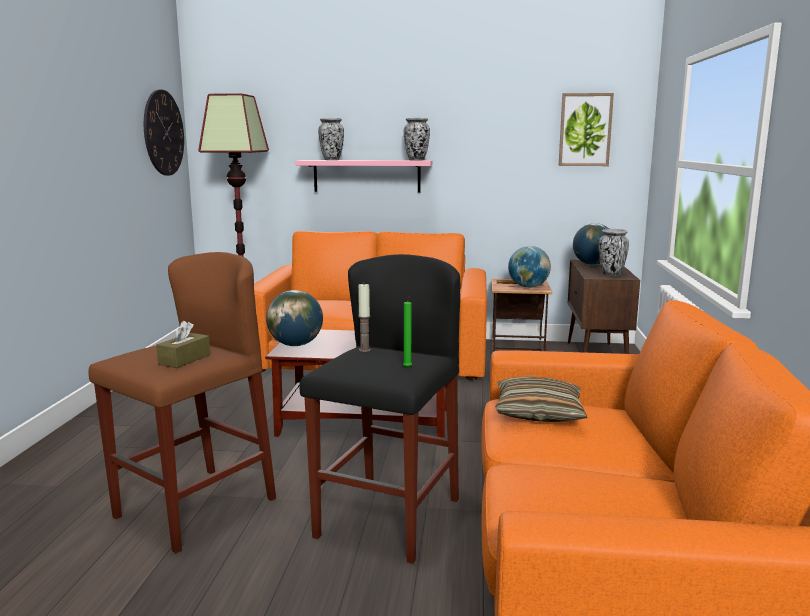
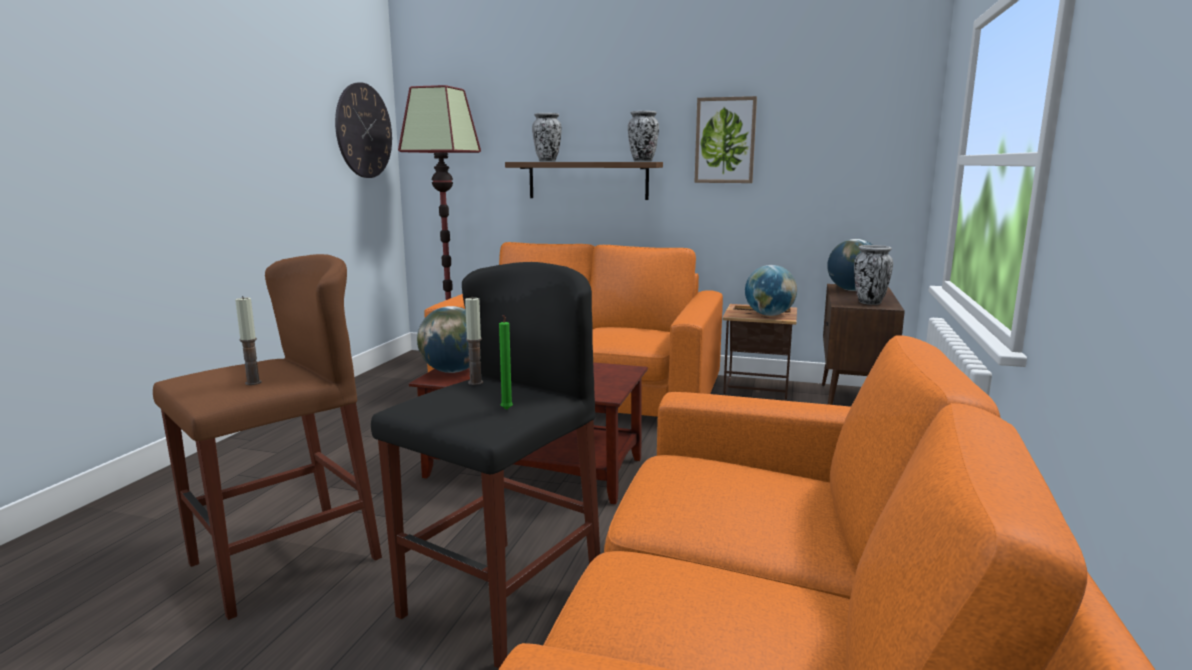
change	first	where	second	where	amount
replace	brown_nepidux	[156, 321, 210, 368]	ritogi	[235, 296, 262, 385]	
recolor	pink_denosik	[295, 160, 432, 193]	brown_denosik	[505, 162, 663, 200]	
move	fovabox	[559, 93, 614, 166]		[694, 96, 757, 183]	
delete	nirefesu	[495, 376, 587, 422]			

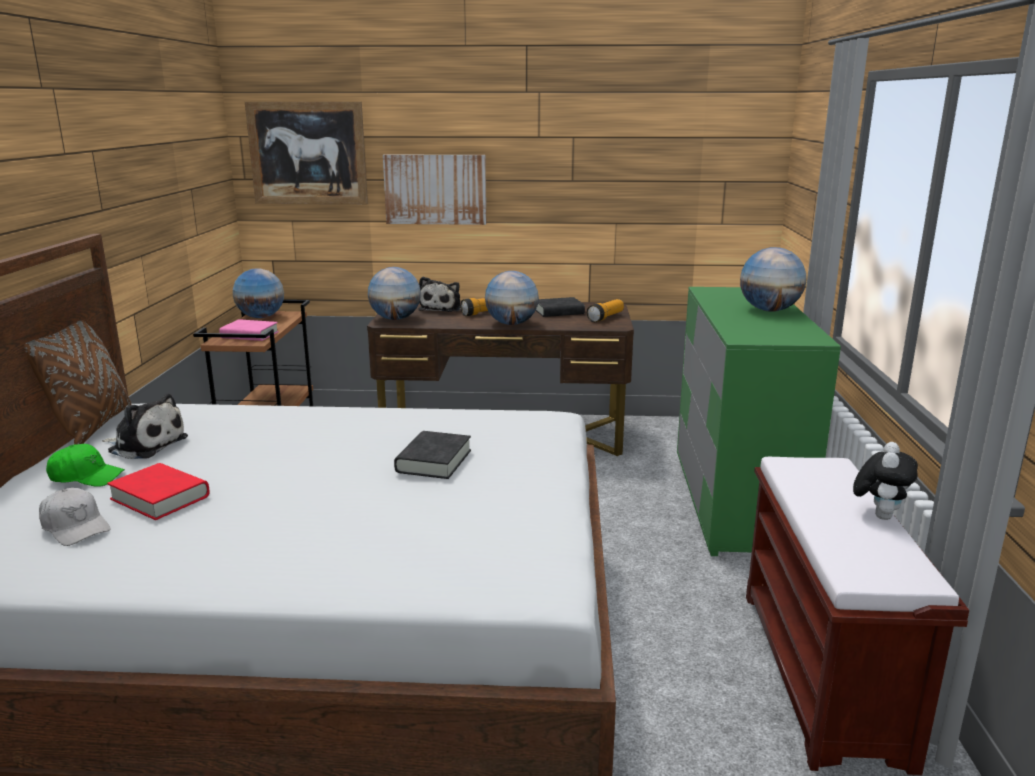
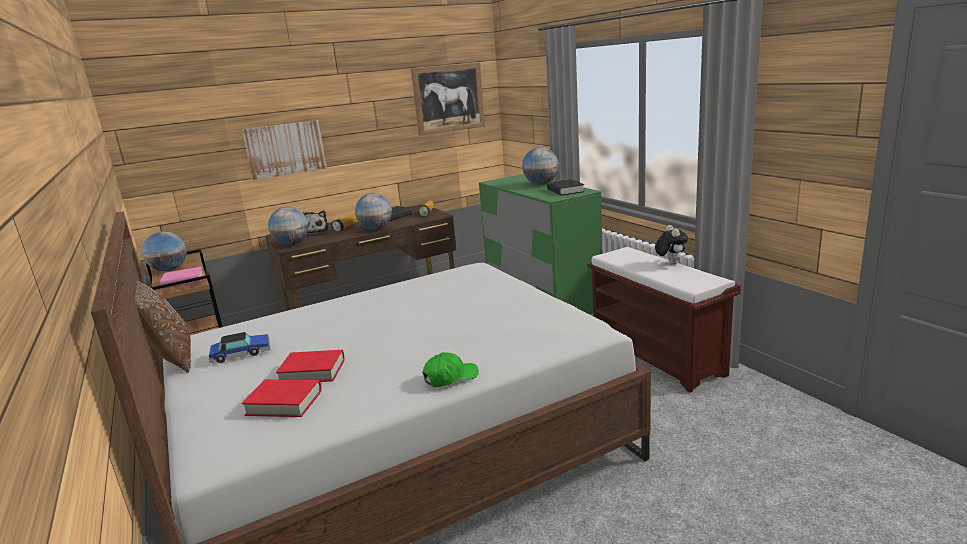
change	first	where	second	where	amount
replace	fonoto	[102, 394, 188, 459]	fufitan	[209, 332, 270, 363]	
replace	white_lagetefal	[39, 488, 111, 546]	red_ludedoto	[242, 379, 322, 417]	
move	fovabox	[245, 102, 368, 204]		[411, 62, 485, 136]	
move	green_lagetefal	[46, 444, 125, 487]		[423, 352, 479, 387]	
move	black_ludedoto	[394, 431, 471, 479]		[547, 179, 584, 196]	

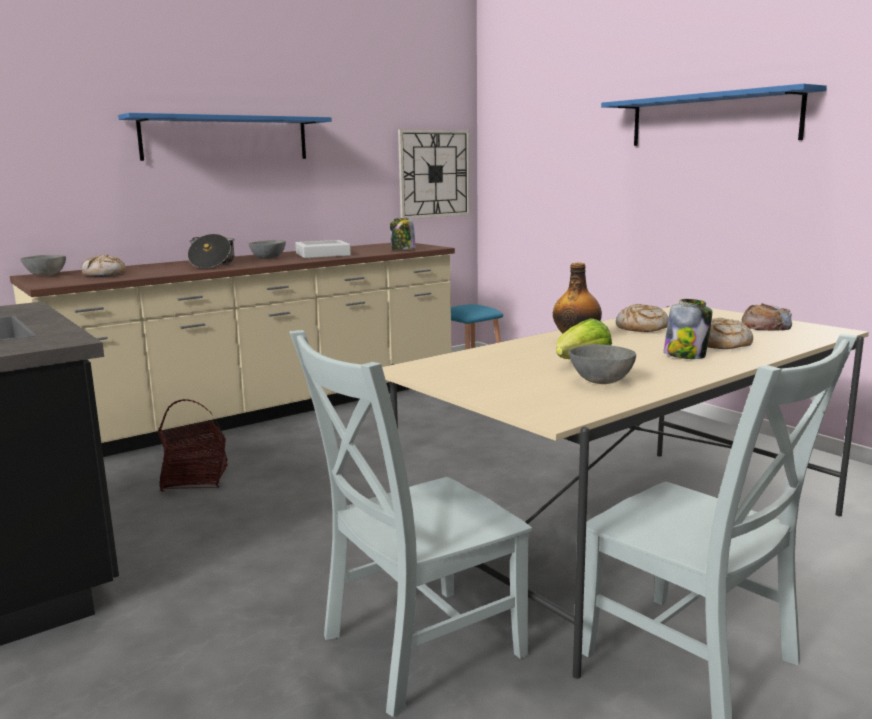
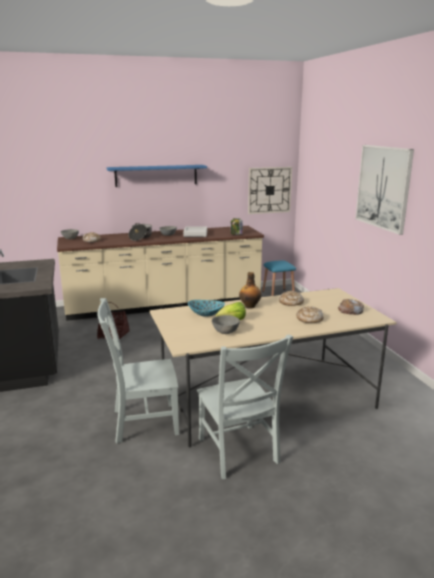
change	first	where	second	where	amount
insert			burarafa	[188, 300, 225, 317]	
replace	blue_denosik	[601, 84, 827, 146]	fovabox	[355, 145, 414, 235]	
delete	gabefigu	[664, 299, 712, 359]			

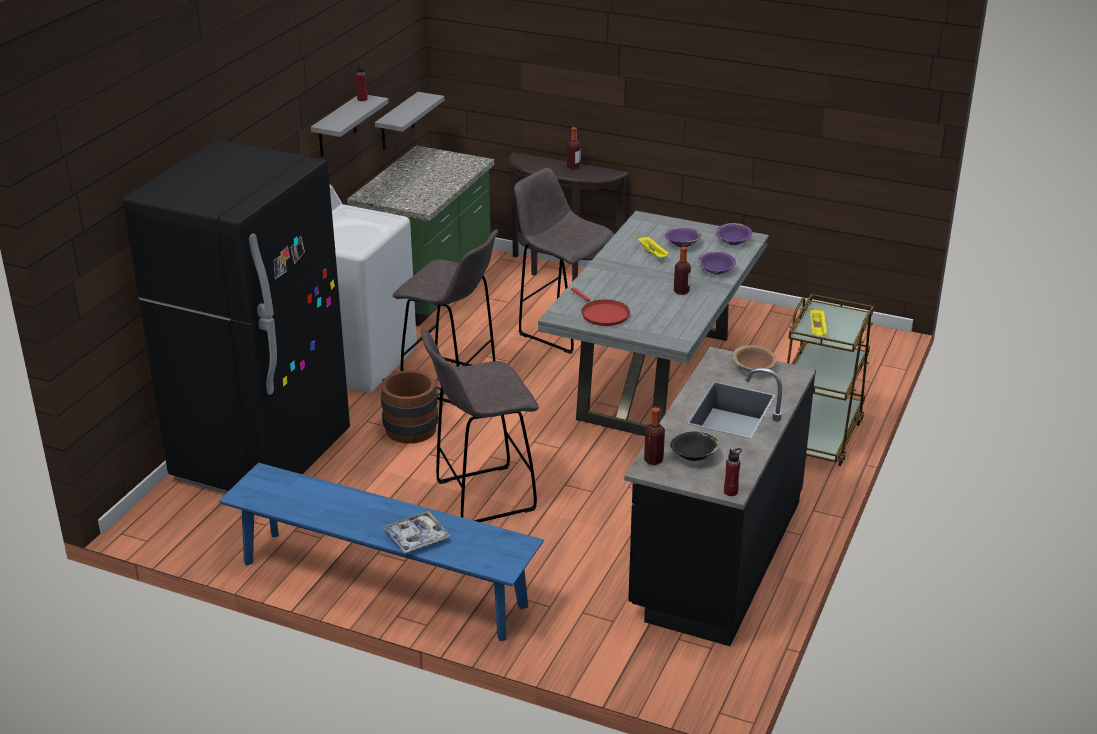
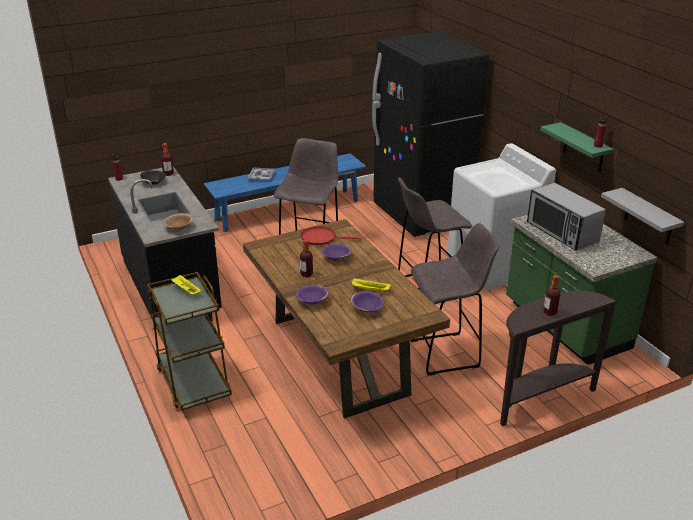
change	first	where	second	where	amount
recolor	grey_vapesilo	[538, 211, 769, 436]	brown_vapesilo	[243, 219, 450, 418]	
move	purple_burarafa	[715, 223, 752, 245]		[322, 244, 352, 261]	
insert			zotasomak	[527, 183, 606, 251]	
recolor	grey_denosik	[311, 95, 389, 157]	green_denosik	[540, 122, 613, 172]	
delete	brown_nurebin	[381, 370, 445, 444]			

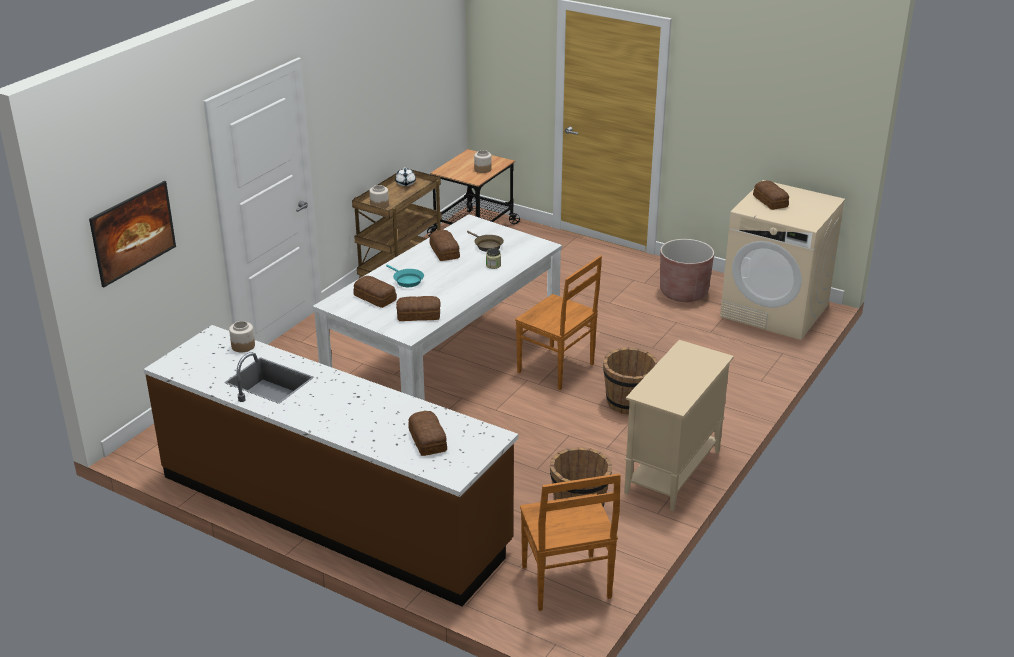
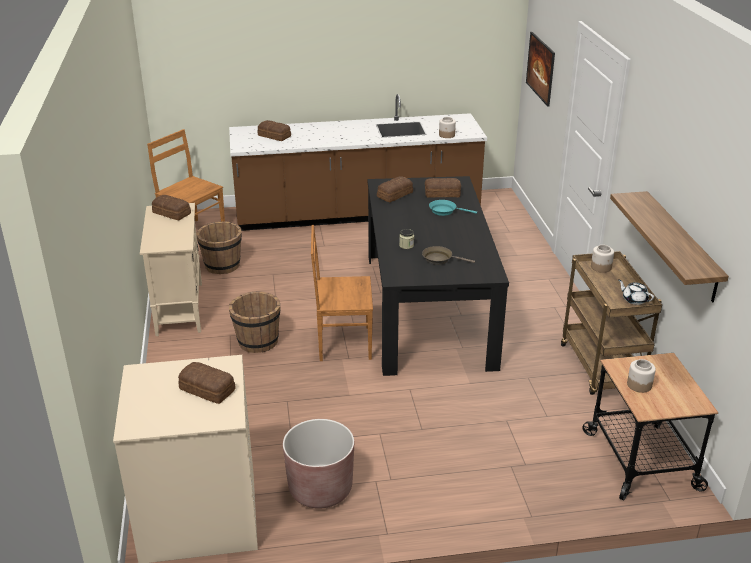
change	first	where	second	where	amount
move	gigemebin	[430, 230, 460, 261]		[152, 195, 191, 220]	
recolor	white_vapesilo	[312, 214, 562, 400]	black_vapesilo	[368, 176, 509, 376]	
insert			denosik	[610, 191, 729, 302]	

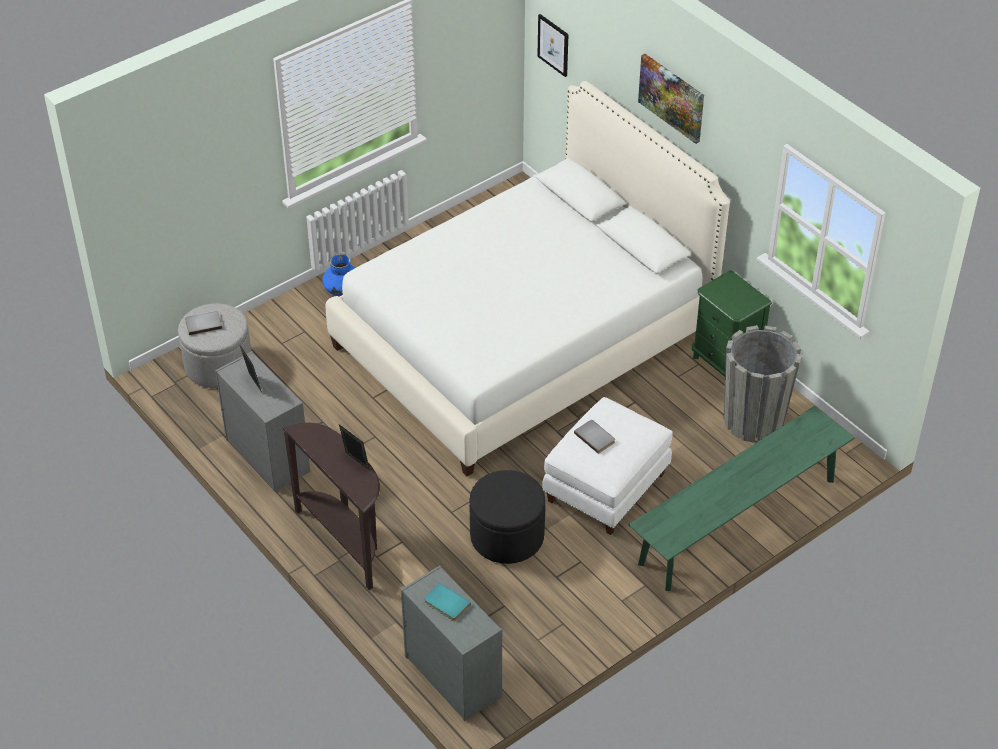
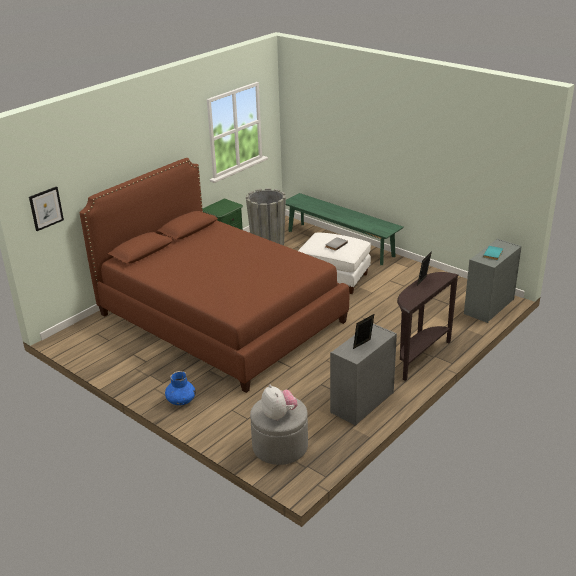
change	first	where	second	where	amount
recolor	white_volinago	[326, 81, 730, 476]	brown_volinago	[79, 158, 349, 393]	
replace	grey_ludedoto	[185, 311, 222, 335]	fonoto	[261, 385, 297, 421]	
delete	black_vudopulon	[469, 470, 545, 564]			
delete	fovabox	[638, 54, 704, 144]			

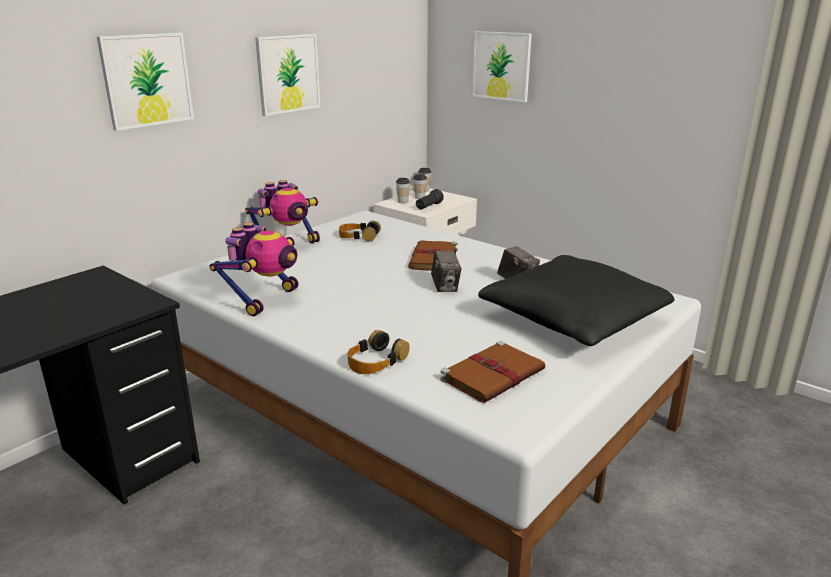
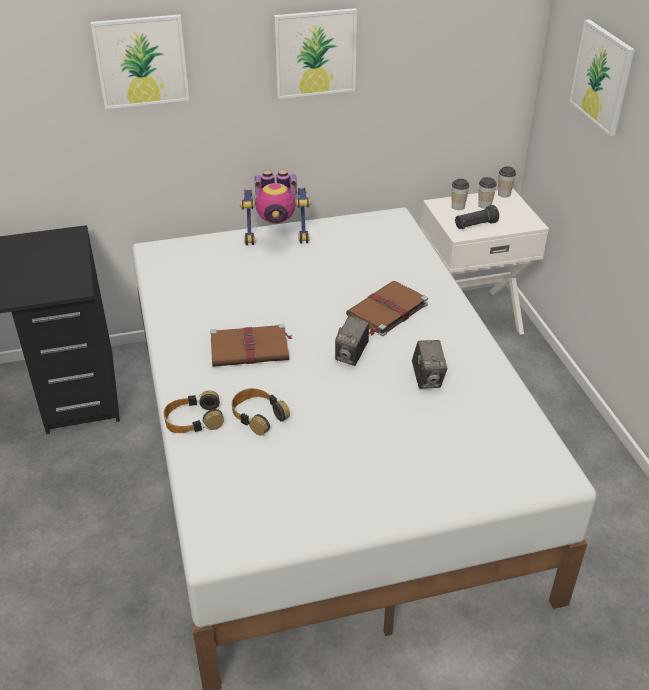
change	first	where	second	where	amount
move	brown_ludedoto	[440, 341, 545, 403]		[210, 324, 293, 367]	
move	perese	[339, 220, 381, 242]		[232, 388, 290, 435]	
delete	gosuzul	[210, 222, 298, 316]			
delete	black_nirefesu	[478, 255, 675, 346]			

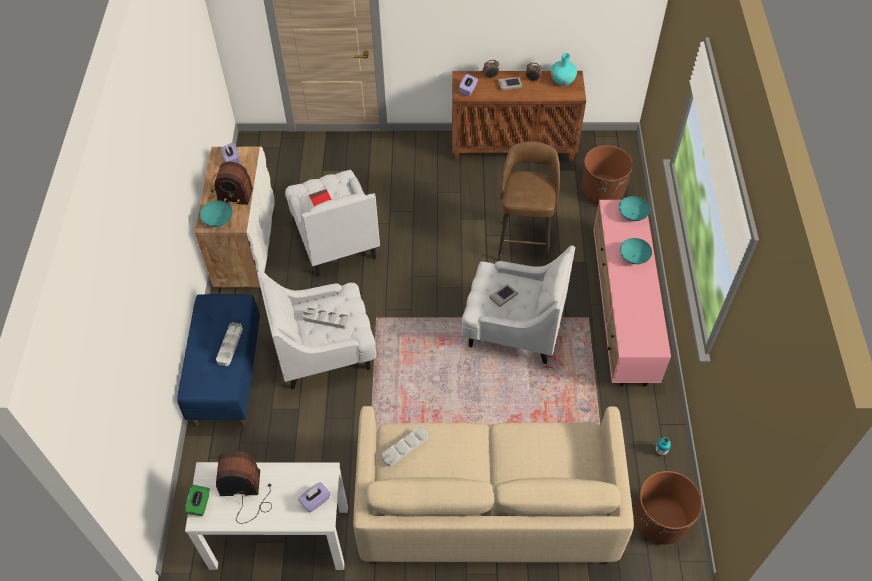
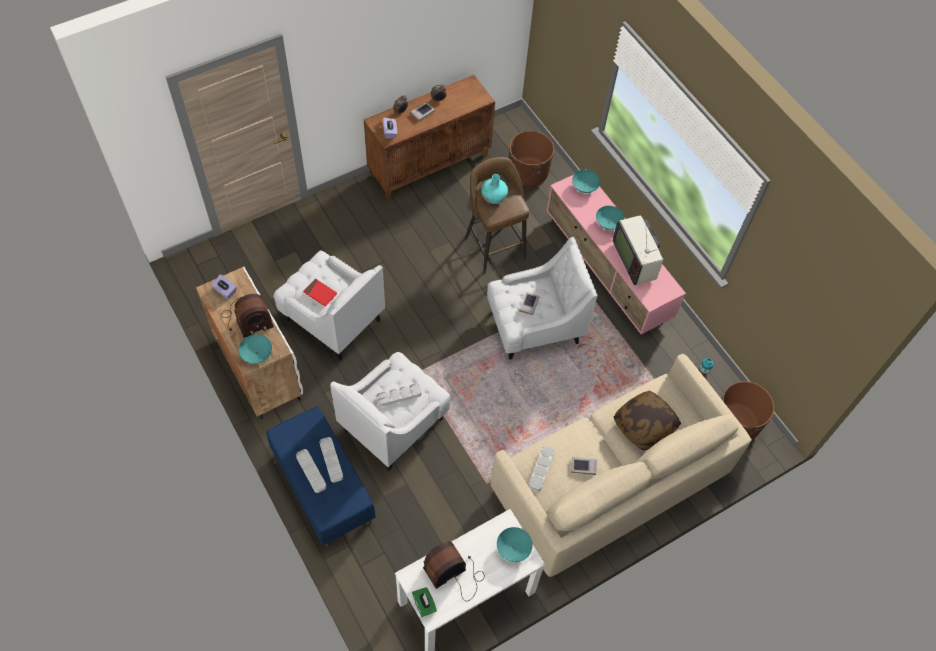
change	first	where	second	where	amount
insert			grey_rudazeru	[296, 449, 326, 493]	
move	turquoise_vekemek	[551, 53, 577, 86]		[481, 174, 508, 204]	
replace	purple_nepidux	[298, 482, 330, 513]	turquoise_burarafa	[497, 527, 533, 562]	
insert			ludedoto	[571, 457, 597, 475]	
insert			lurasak	[613, 215, 663, 285]	
insert			nirefesu	[614, 391, 681, 451]	

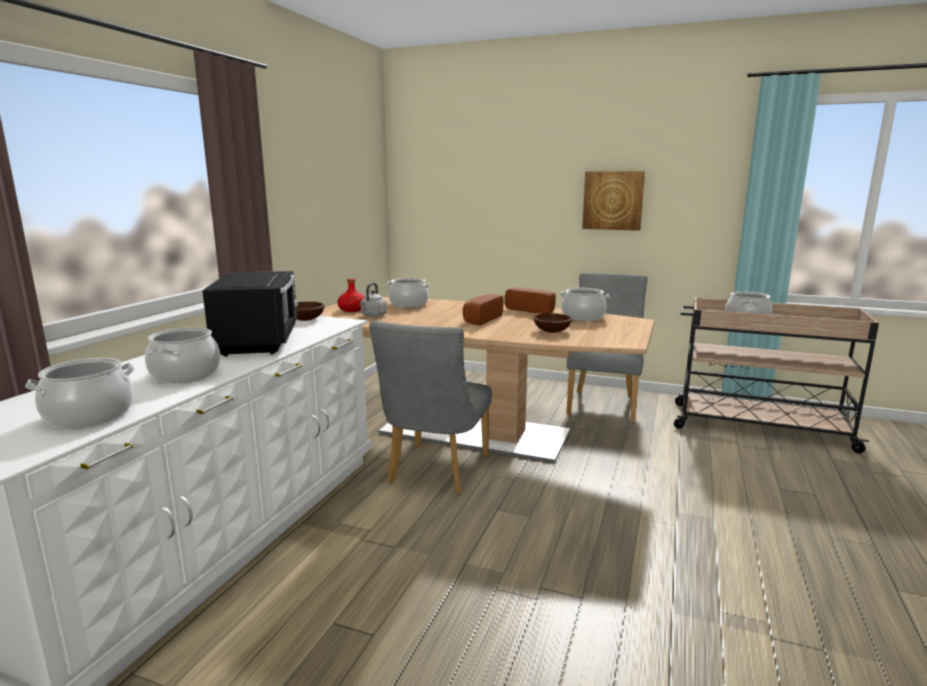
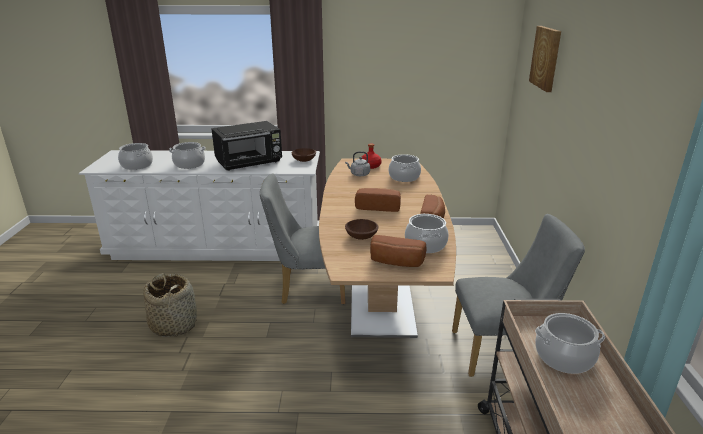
change	first	where	second	where	amount
insert			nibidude	[143, 273, 197, 337]	
insert			gigemebin	[370, 235, 427, 267]	
move	fovabox	[582, 171, 645, 231]		[529, 26, 561, 92]	

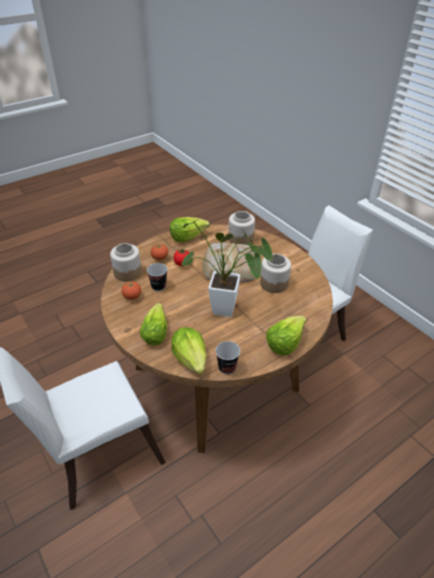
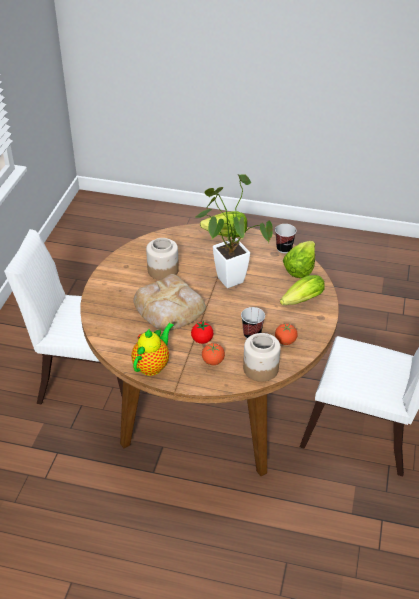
change	first	where	second	where	amount
replace	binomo	[170, 217, 210, 242]	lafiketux	[131, 323, 174, 376]	
delete	gabefigu	[229, 211, 255, 245]			

